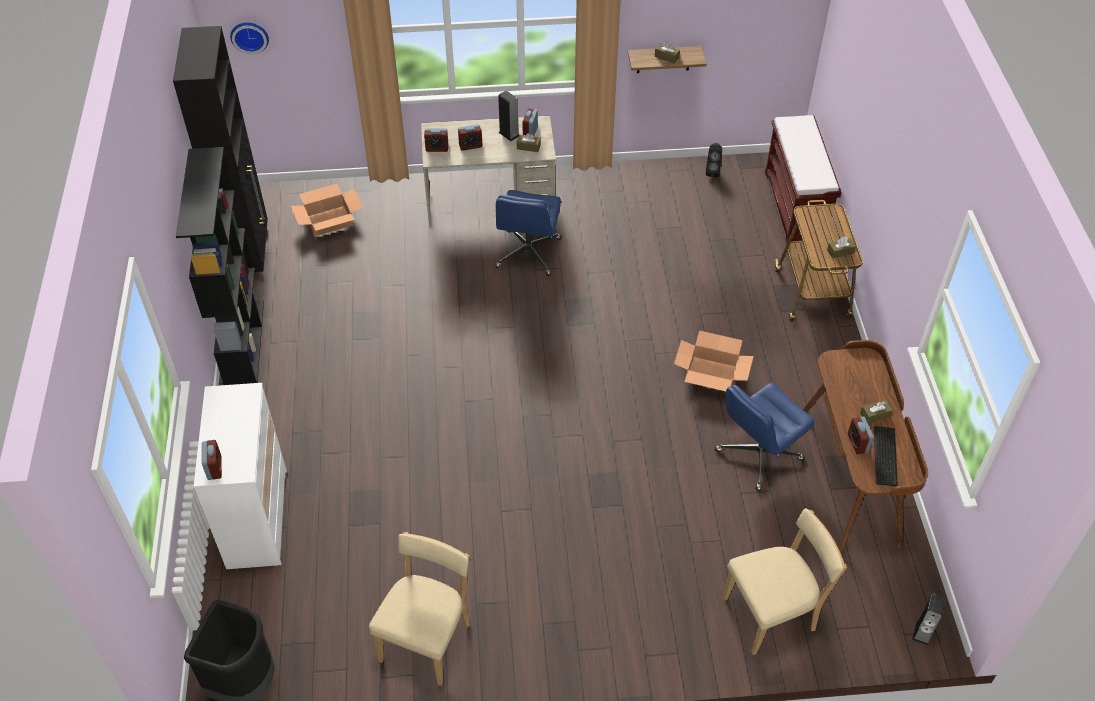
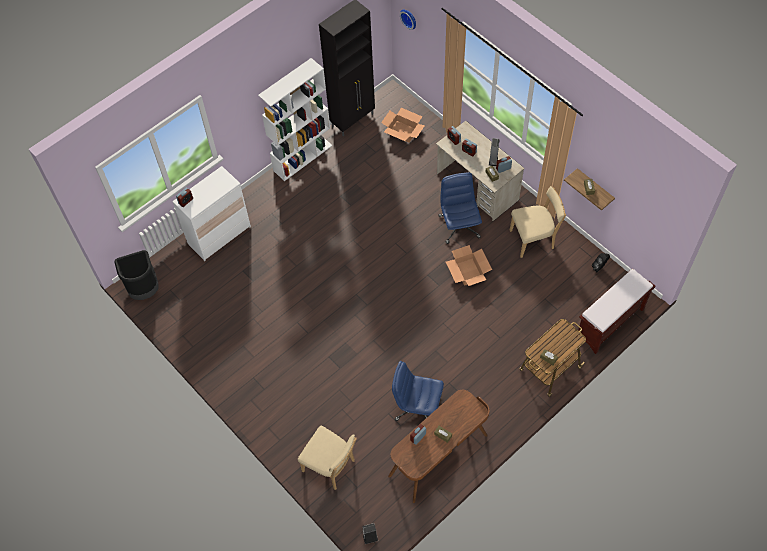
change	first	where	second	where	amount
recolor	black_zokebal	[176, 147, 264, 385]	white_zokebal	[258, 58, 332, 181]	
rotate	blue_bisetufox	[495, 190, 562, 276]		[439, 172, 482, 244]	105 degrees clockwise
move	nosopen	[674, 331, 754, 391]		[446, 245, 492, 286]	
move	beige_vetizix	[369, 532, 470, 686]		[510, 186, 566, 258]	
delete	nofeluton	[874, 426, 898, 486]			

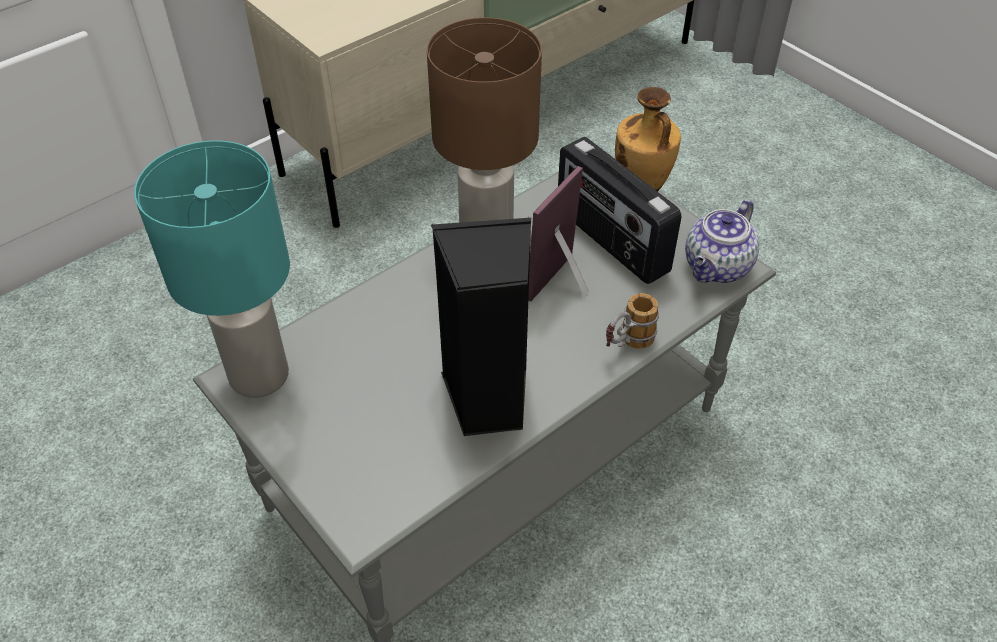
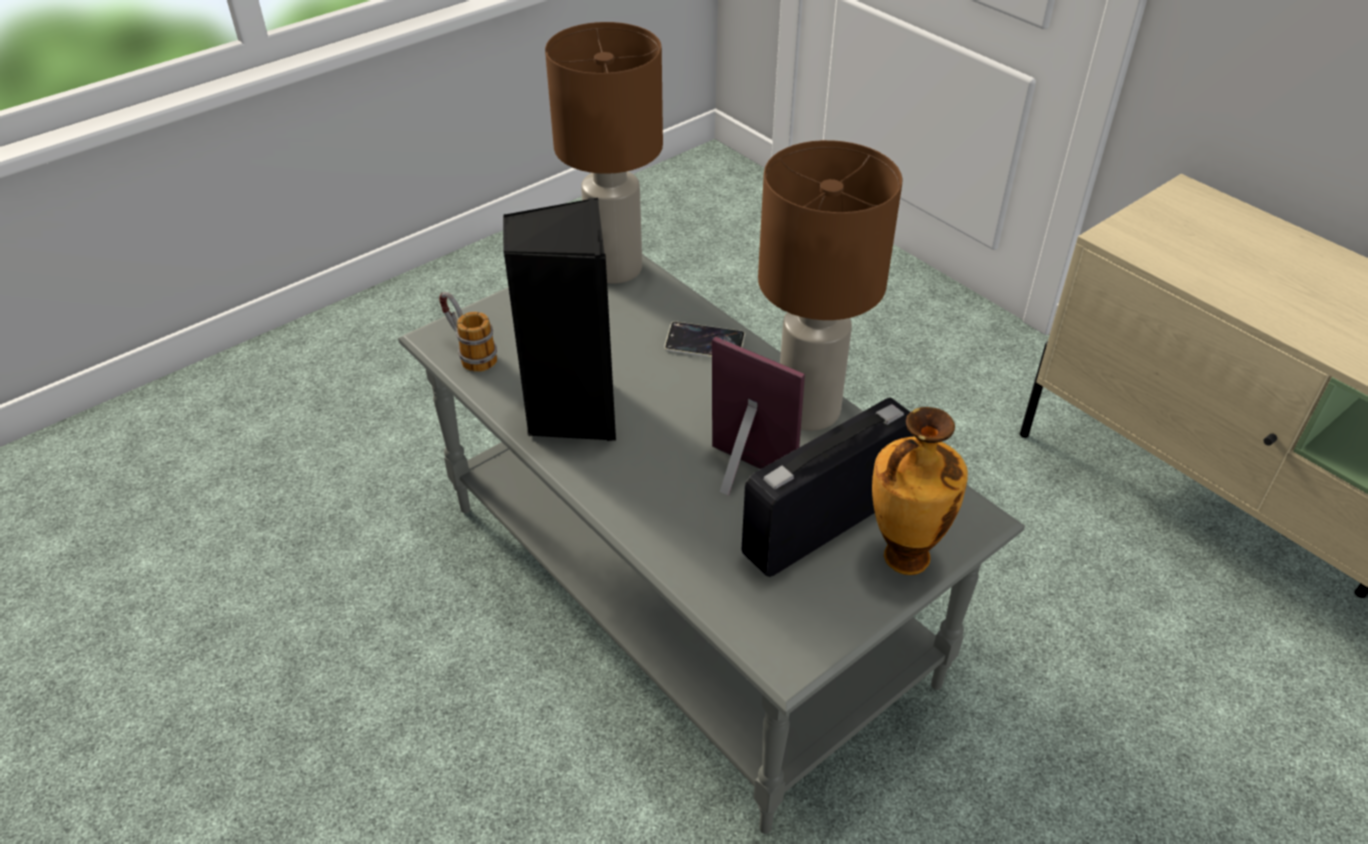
change	first	where	second	where	amount
move	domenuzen	[606, 293, 659, 349]		[439, 292, 497, 372]	
recolor	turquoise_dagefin	[134, 140, 290, 398]	brown_dagefin	[545, 22, 663, 284]	
insert			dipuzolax	[664, 321, 745, 357]	
delete	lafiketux	[685, 199, 759, 283]			

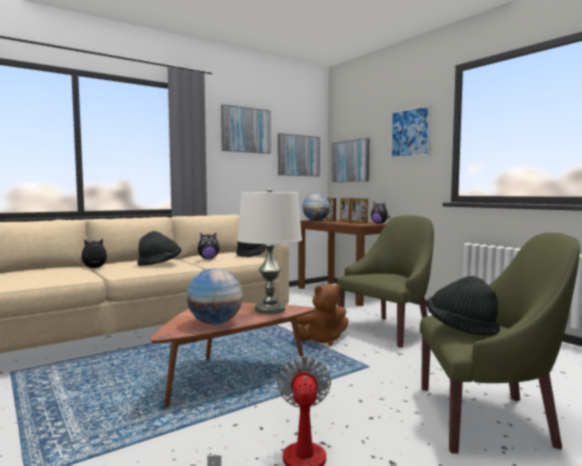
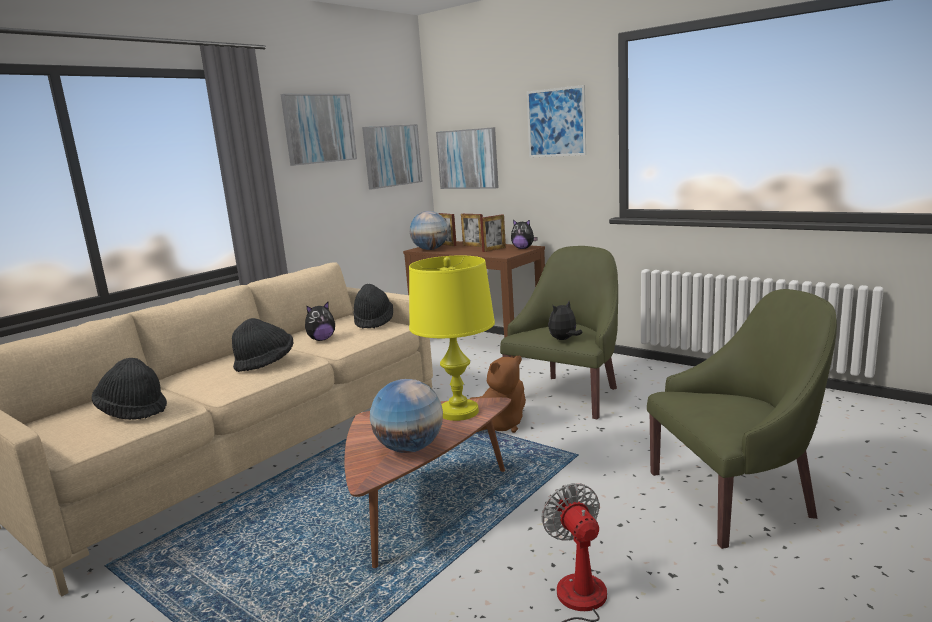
change	first	where	second	where	amount
move	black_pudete	[427, 276, 500, 336]		[91, 358, 167, 420]	
recolor	white_dagefin	[237, 188, 302, 314]	yellow_dagefin	[409, 255, 495, 421]	
move	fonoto	[78, 239, 107, 268]		[548, 301, 583, 340]	

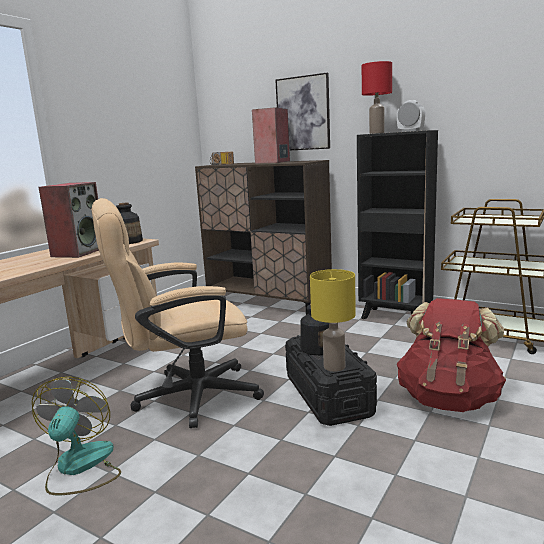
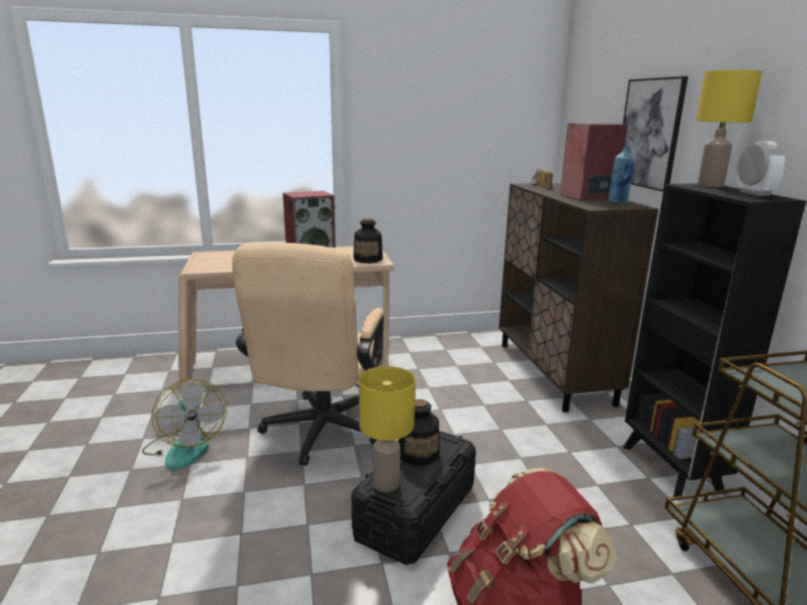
change	first	where	second	where	amount
rotate	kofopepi	[32, 377, 121, 496]		[142, 379, 227, 470]	105 degrees clockwise
rotate	beige_bisetufox	[91, 198, 264, 428]		[232, 243, 384, 466]	105 degrees counterclockwise
insert			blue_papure	[608, 146, 635, 204]	
recolor	red_dagefin	[362, 61, 392, 134]	yellow_dagefin	[696, 70, 762, 187]	

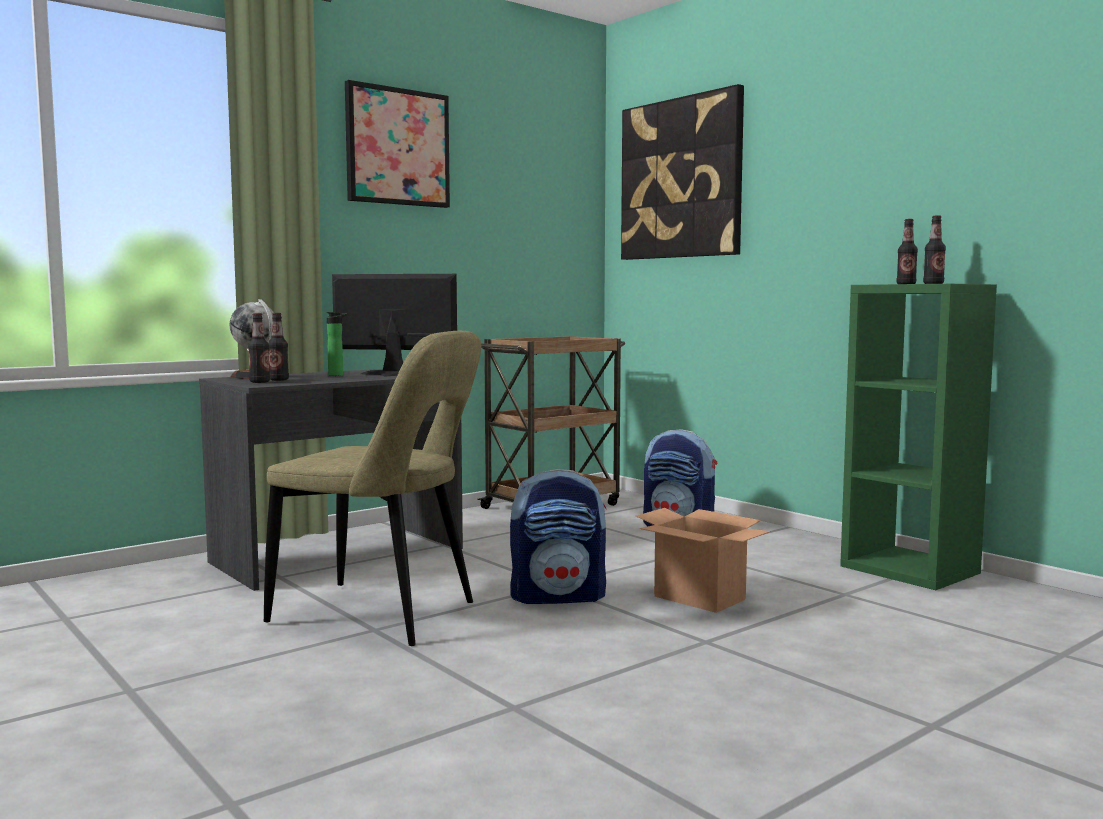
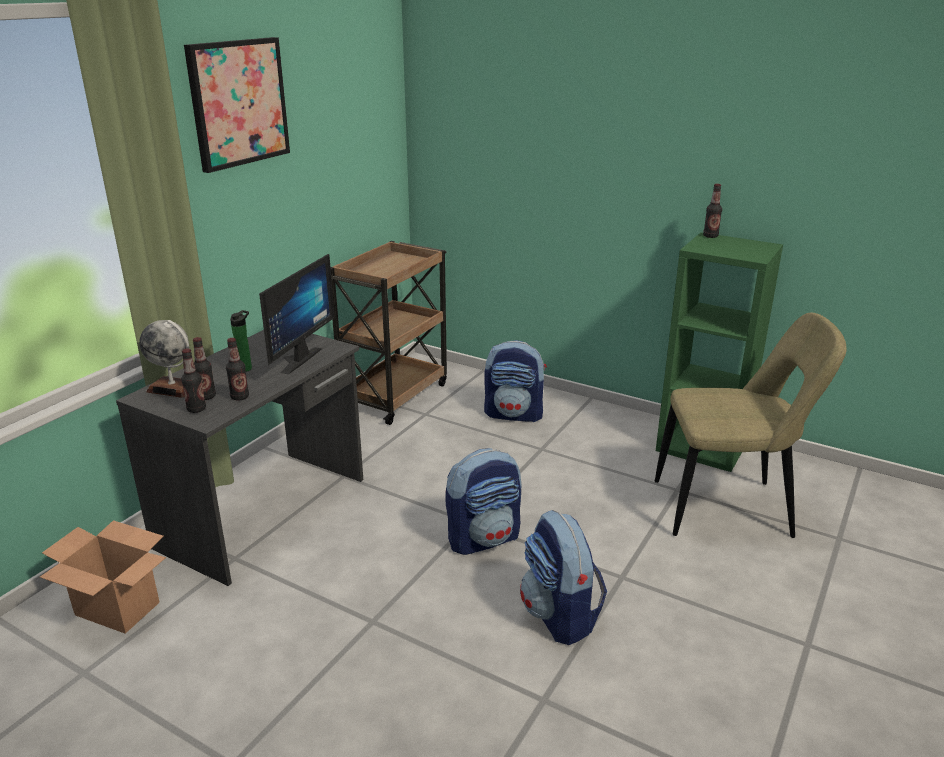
change	first	where	second	where	amount
move	nosopen	[636, 508, 771, 613]		[40, 520, 166, 634]	
move	papure	[923, 215, 946, 284]		[226, 338, 249, 400]	
rotate	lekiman	[332, 274, 457, 376]		[259, 254, 335, 374]	120 degrees clockwise
insert			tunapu	[520, 510, 607, 645]	
move	beige_vetizix	[264, 331, 481, 646]		[655, 313, 847, 538]	
delete	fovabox	[621, 84, 744, 260]			

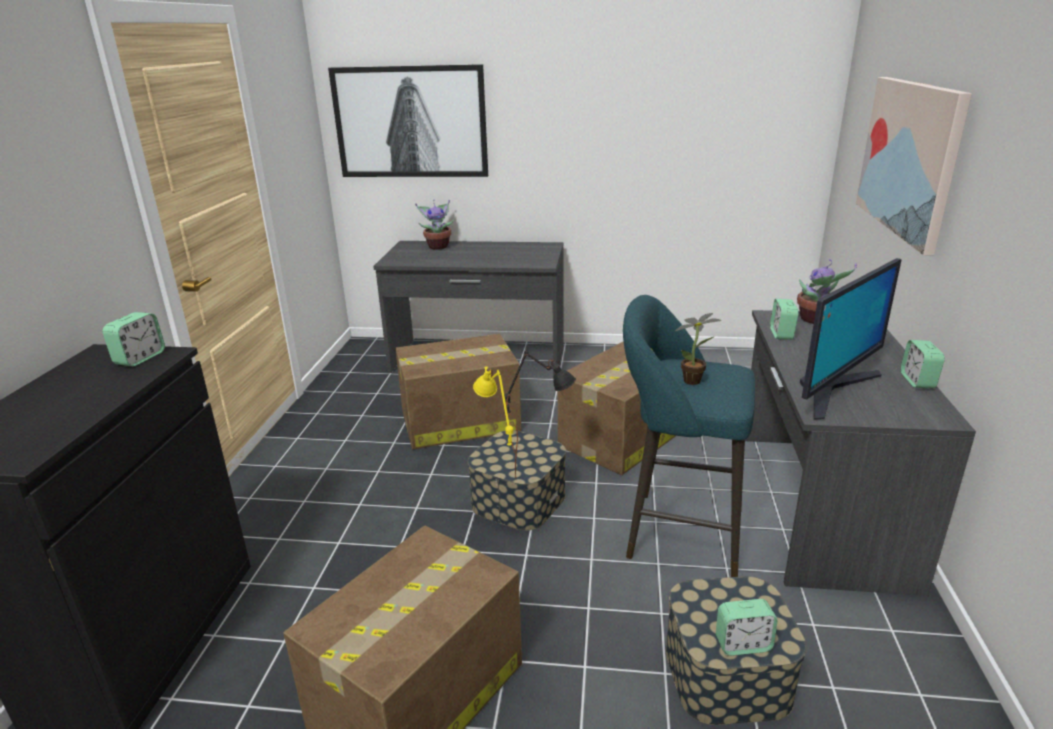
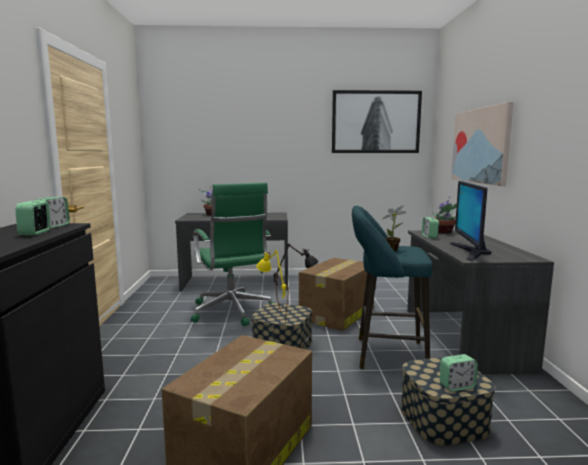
change	first	where	second	where	amount
move	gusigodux	[901, 340, 945, 389]		[15, 201, 51, 236]	
replace	nosopen	[395, 334, 521, 449]	green_bisetufox	[191, 183, 274, 326]	
move	fovabox	[328, 64, 488, 177]		[332, 90, 422, 153]	
rotate	lekiman	[800, 258, 901, 420]		[450, 181, 491, 261]	150 degrees clockwise

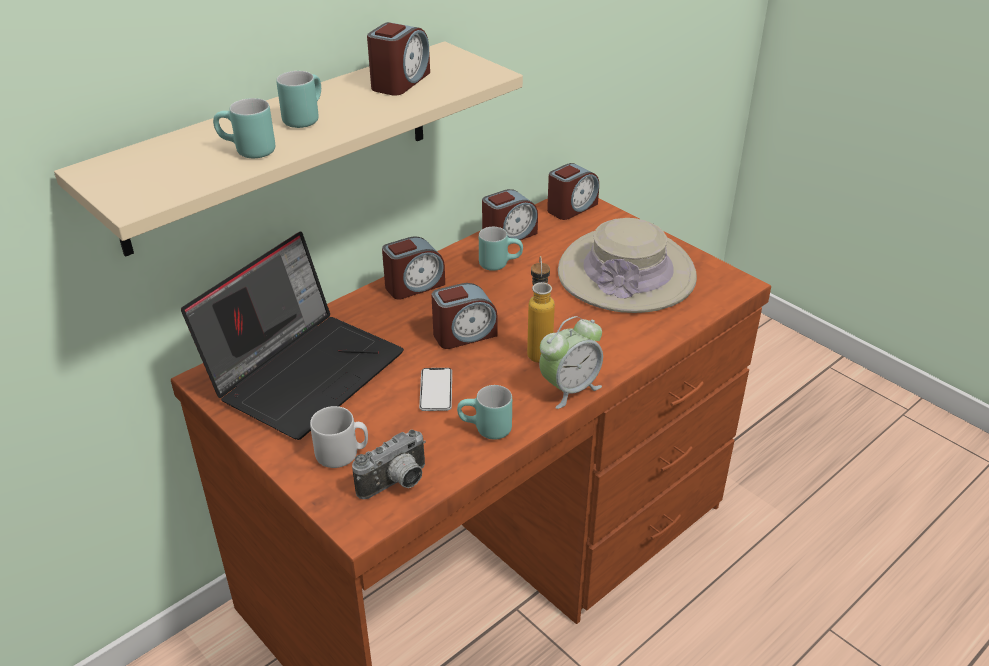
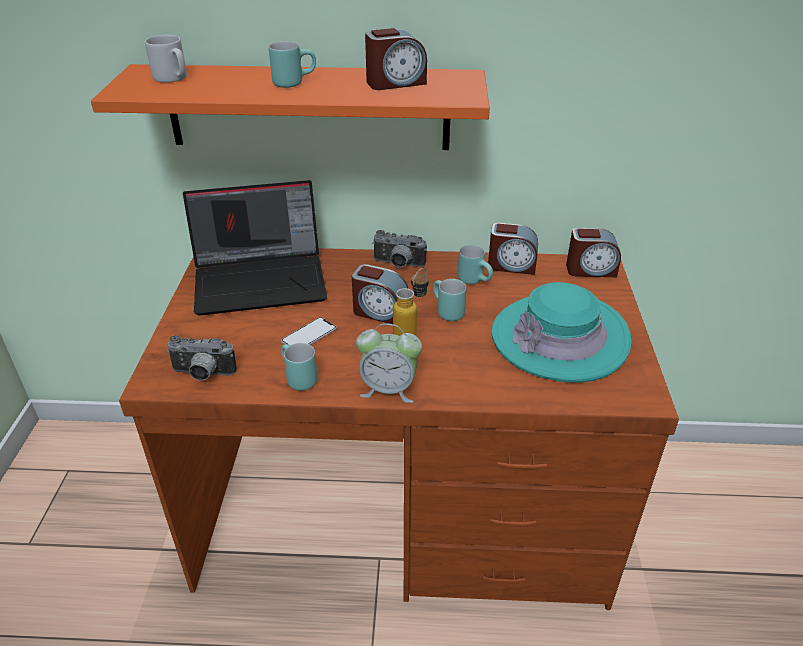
change	first	where	second	where	amount
recolor	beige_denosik	[54, 41, 523, 257]	orange_denosik	[91, 64, 490, 150]	
move	grey_domenuzen	[310, 406, 368, 468]		[145, 35, 187, 83]	
replace	gusigodux	[382, 236, 445, 299]	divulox	[372, 230, 427, 267]	
move	turquoise_domenuzen	[213, 98, 275, 159]		[433, 279, 466, 321]	
recolor	beige_pudete	[558, 218, 697, 313]	turquoise_pudete	[492, 282, 631, 383]	

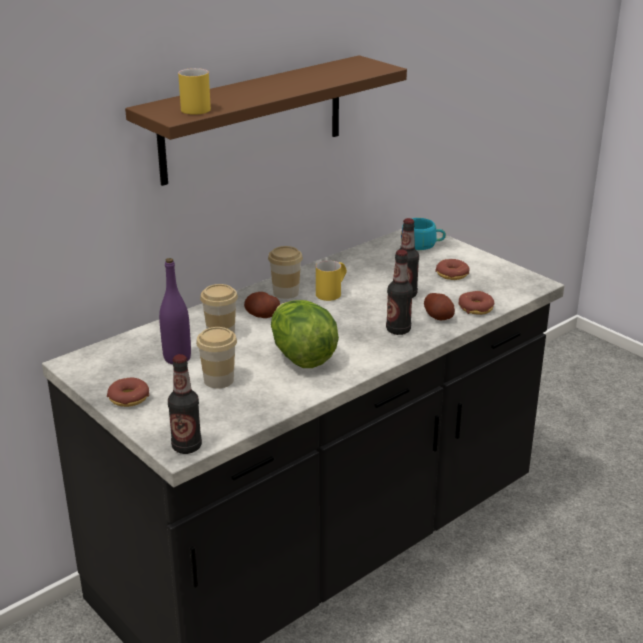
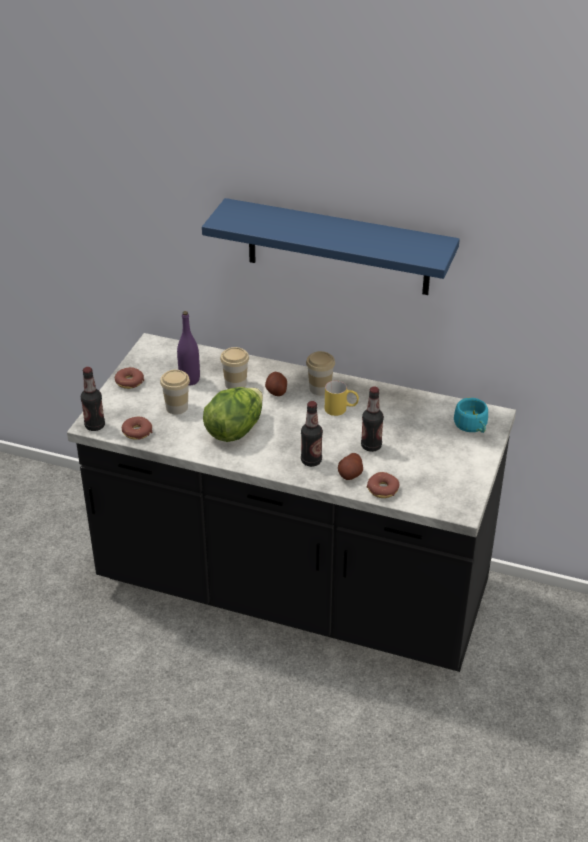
change	first	where	second	where	amount
move	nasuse	[435, 259, 470, 280]		[122, 417, 152, 440]	
recolor	brown_denosik	[125, 55, 407, 186]	blue_denosik	[202, 198, 460, 295]	
delete	yellow_domenuzen	[178, 68, 211, 115]			

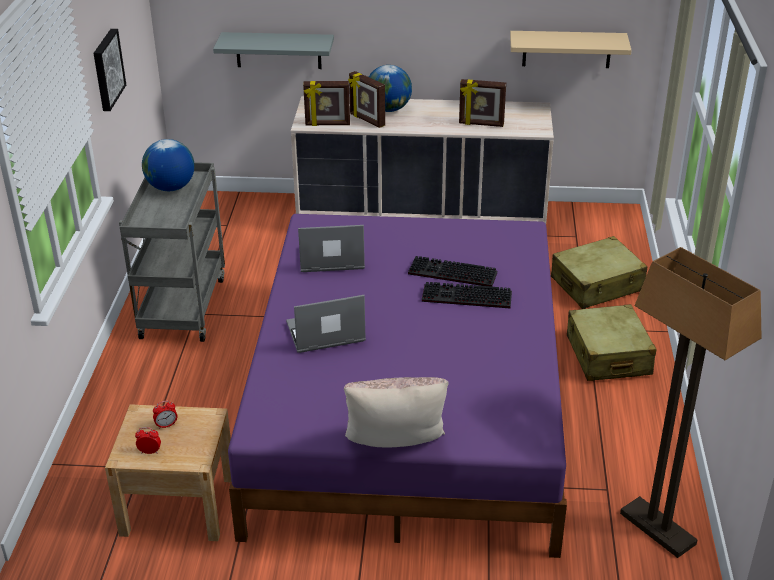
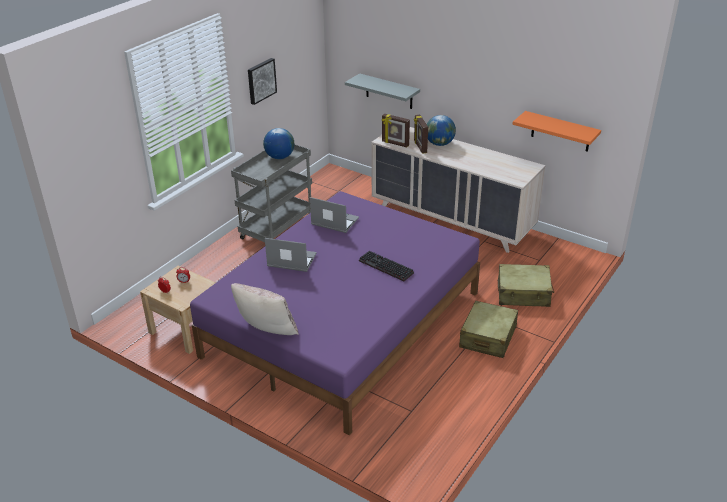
change	first	where	second	where	amount
recolor	beige_denosik	[510, 31, 632, 68]	orange_denosik	[512, 111, 601, 152]	
delete	nofeluton	[408, 256, 497, 287]			
delete	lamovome	[459, 79, 506, 127]			
delete	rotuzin	[620, 247, 762, 558]			

